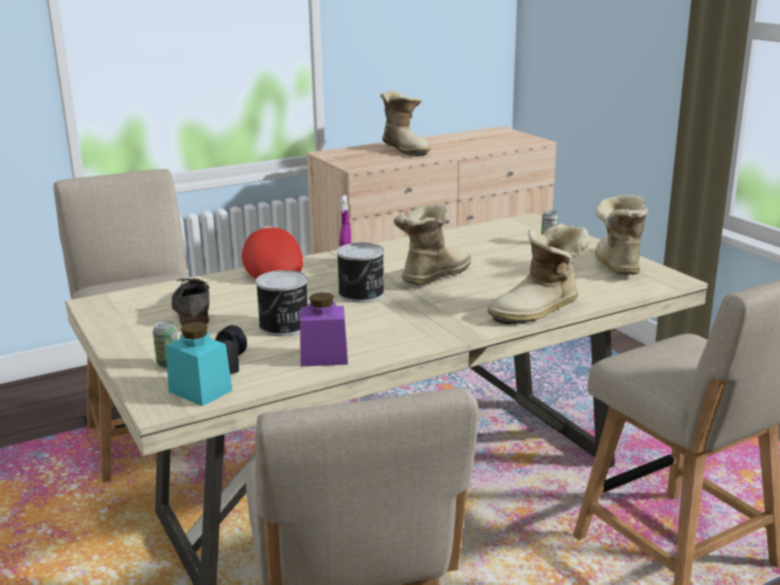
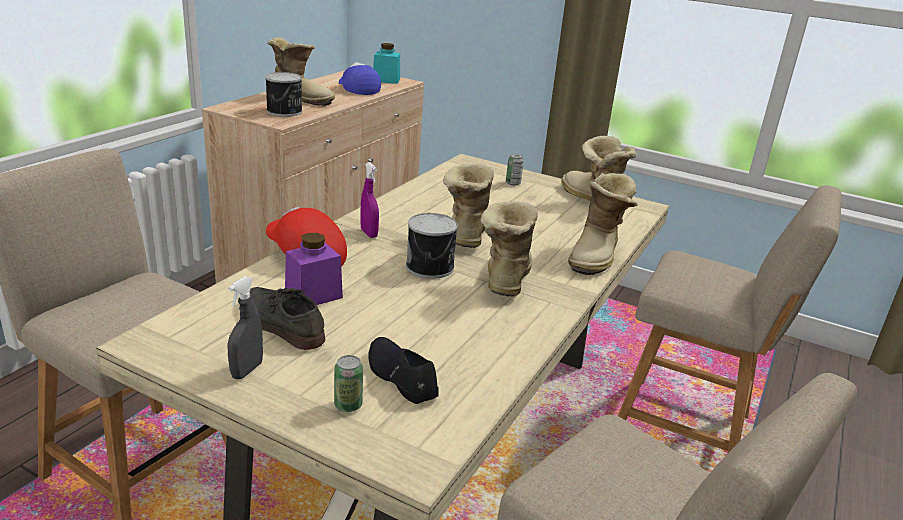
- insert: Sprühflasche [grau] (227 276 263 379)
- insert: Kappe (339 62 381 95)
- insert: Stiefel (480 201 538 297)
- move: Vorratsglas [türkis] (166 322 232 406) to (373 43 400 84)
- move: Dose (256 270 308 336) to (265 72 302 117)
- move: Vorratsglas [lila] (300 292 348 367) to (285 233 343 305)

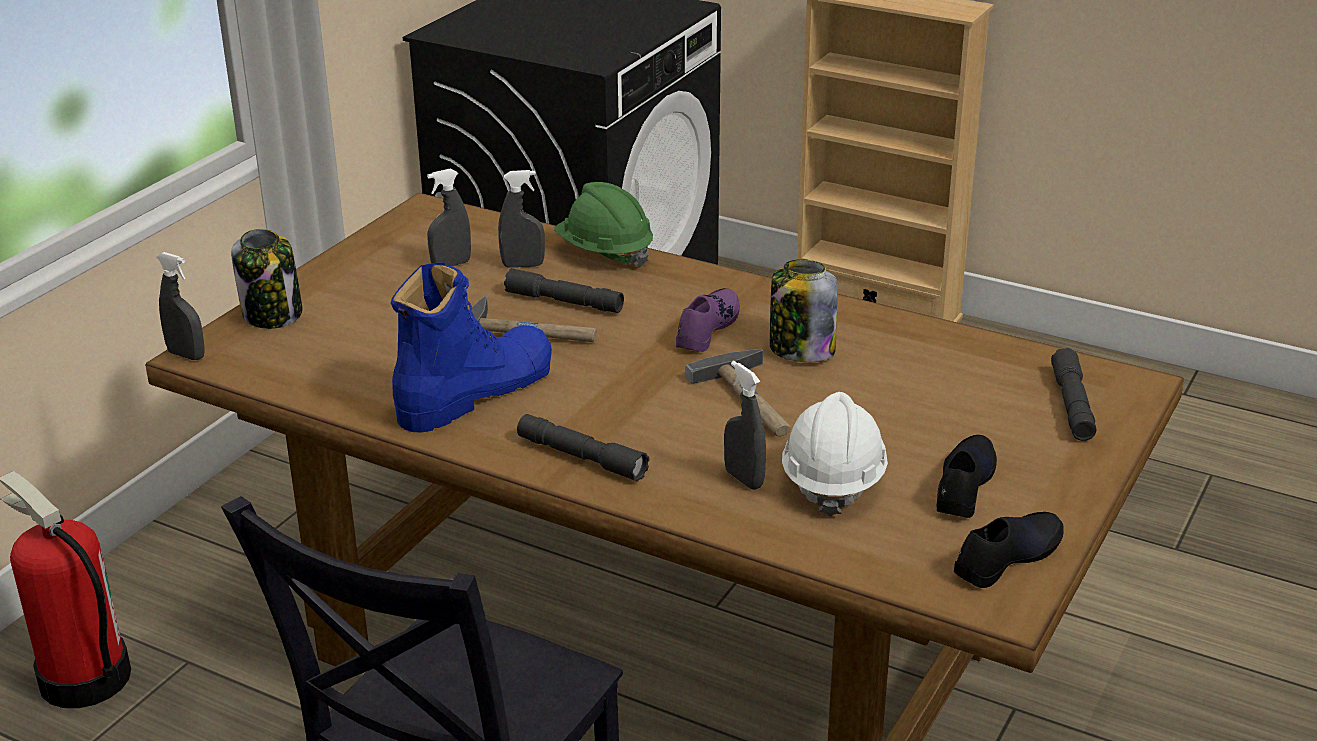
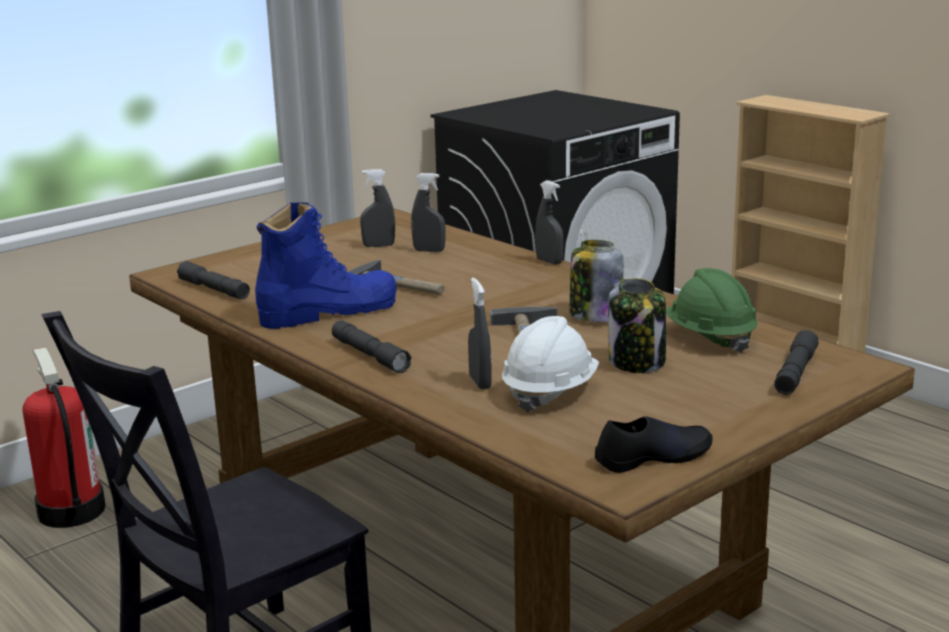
- delete: Schuh [lila] (676 288 740 352)
- delete: Schuh [schwarz] (937 435 997 518)
- move: Sprühflasche [grau] (157 252 205 360) to (535 181 564 264)
- move: Vorratsglas (231 229 302 329) to (608 278 666 373)
- move: Taschenlampe [grau] (504 268 624 313) to (177 261 250 299)
- move: Schutzhelm [grün] (554 182 653 267) to (666 268 758 353)

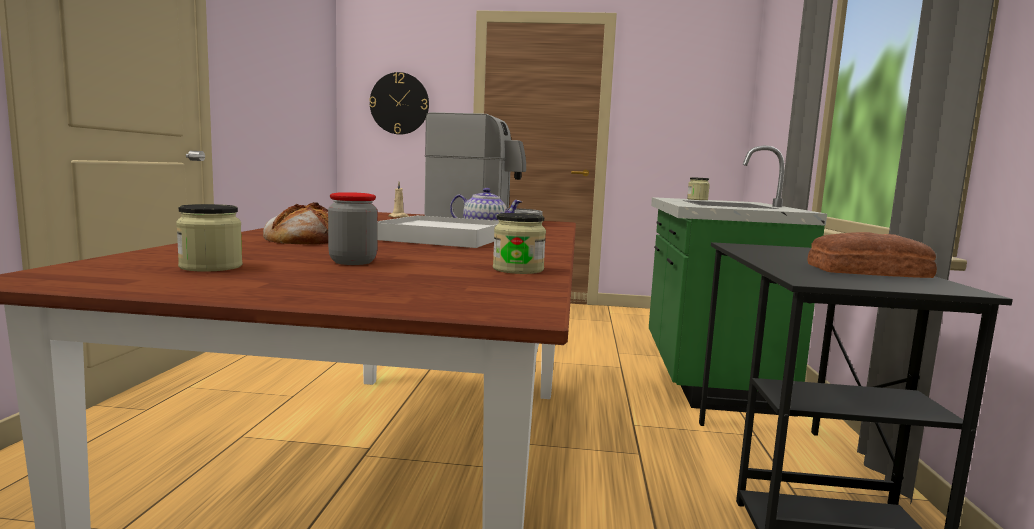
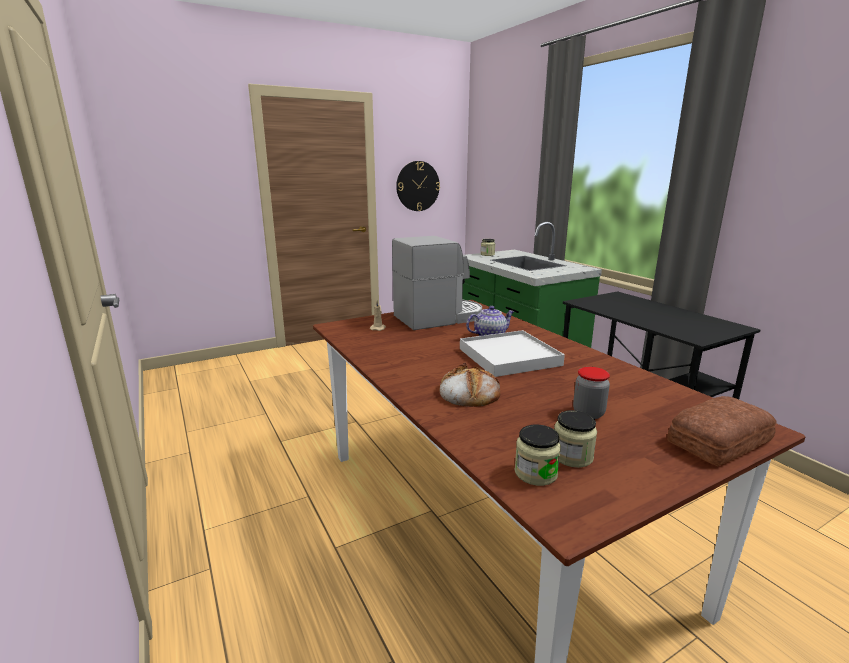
- move: Wanduhr (369 72 429 135) to (396 161 440 211)
- move: Vorratsglas (493 213 546 274) to (514 425 561 486)
- move: Brot (807 232 937 278) to (667 396 777 466)

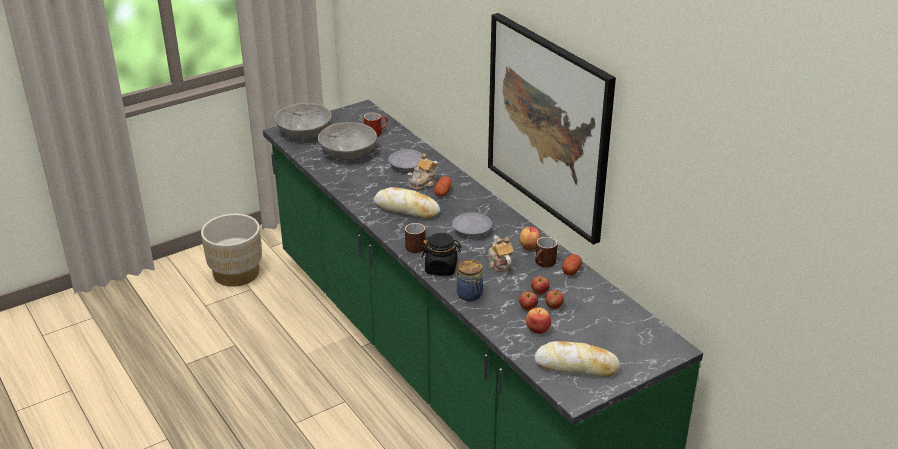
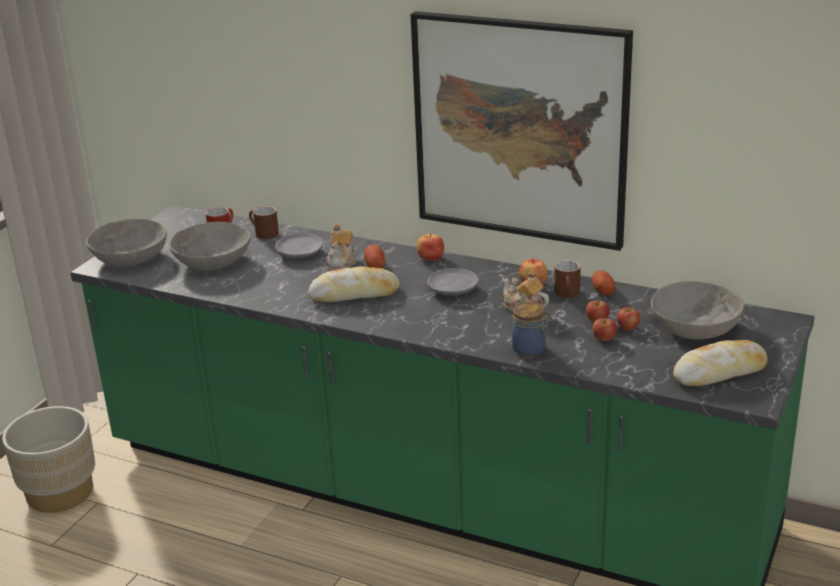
- delete: Vorratsglas [schwarz] (422 233 461 276)
- insert: Schüssel [grau] (651 281 744 340)
- move: Henkelbecher [braun] (405 223 426 253) to (249 206 279 239)
- move: Apfel (526 308 551 334) to (416 234 444 260)

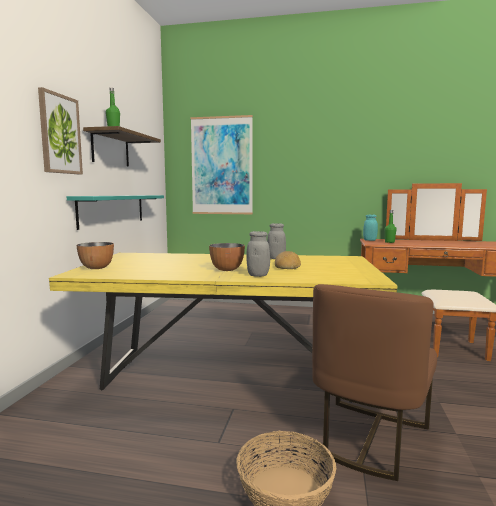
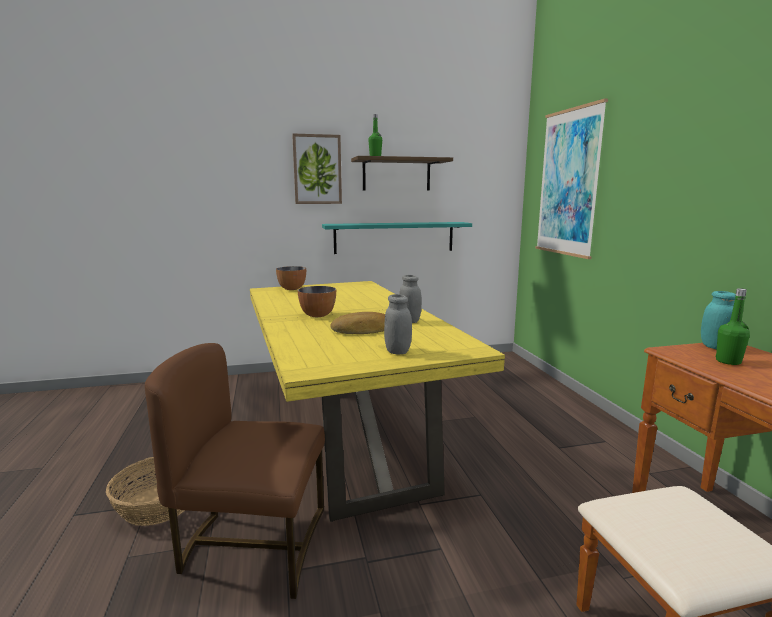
- move: Vorratsglas [grau] (246 231 270 277) to (384 294 412 355)

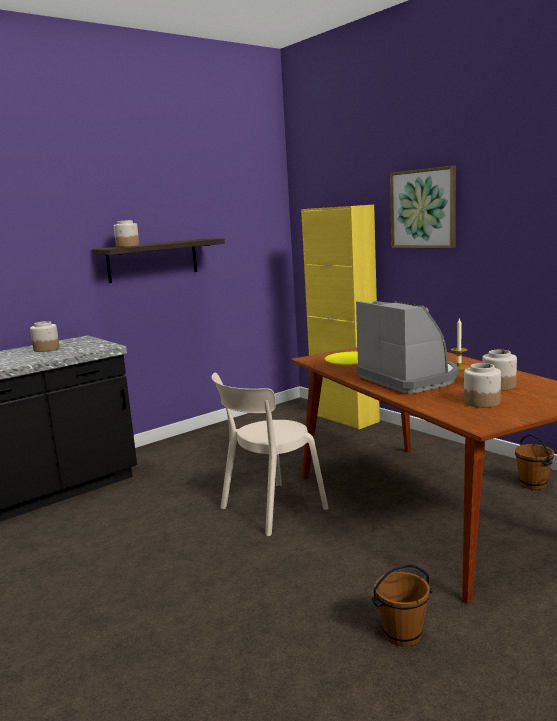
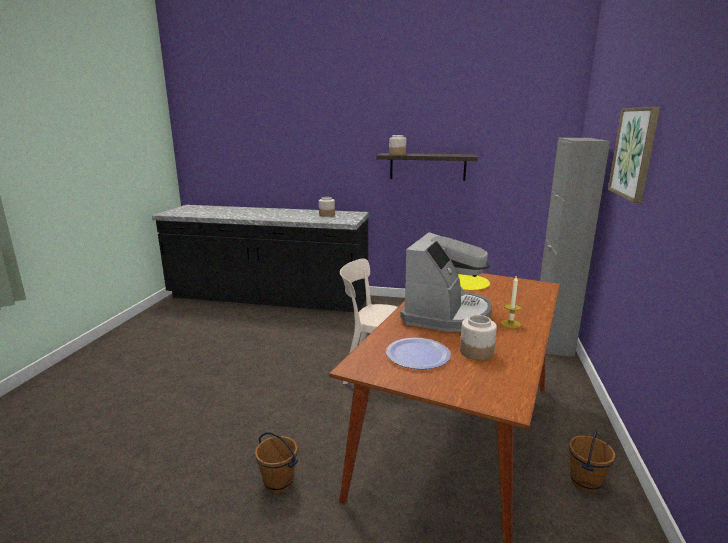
- replace: Vorratsglas (464 363 501 408) to Teller (386 338 451 369)
- recolor: Schrank [gelb] (301 205 380 430) to Schrank [grau] (540 138 610 357)

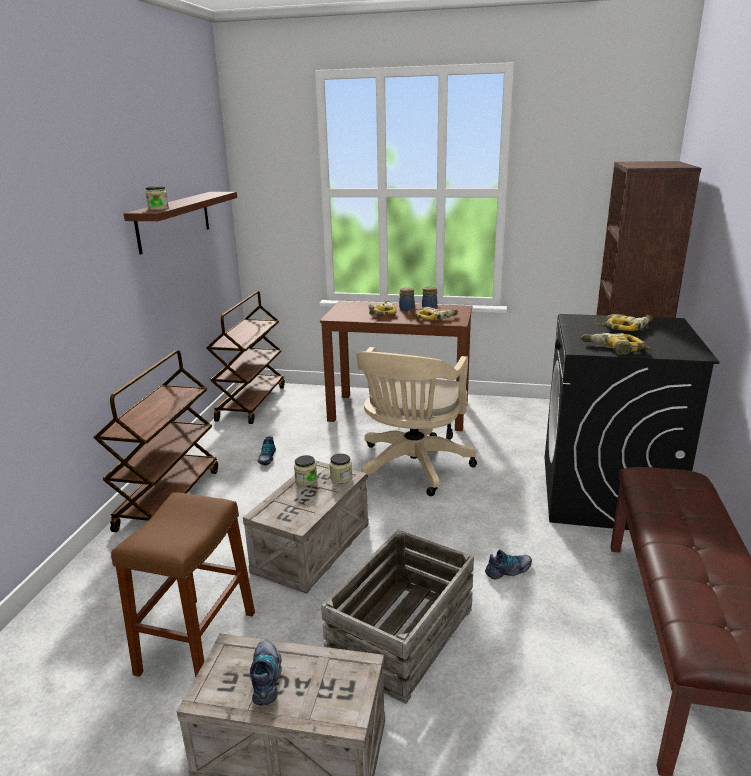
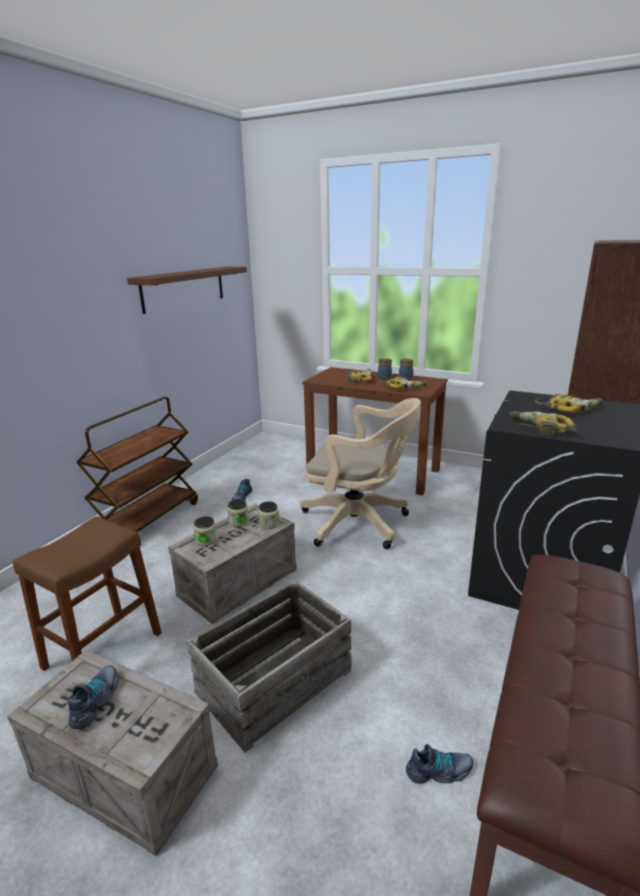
- delete: Rollwagen [braun] (206 291 285 424)
- move: Vorratsglas (146 186 169 210) to (194 516 217 546)
- move: Schuh (485 550 532 579) to (406 744 473 784)
- rotate: Bürostuhl [beige] (356 347 477 496) = (300 398 421 549) 105 degrees counterclockwise

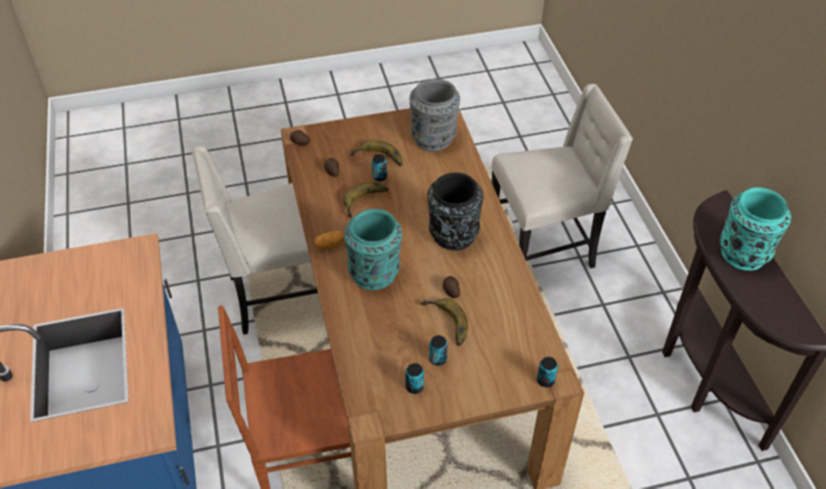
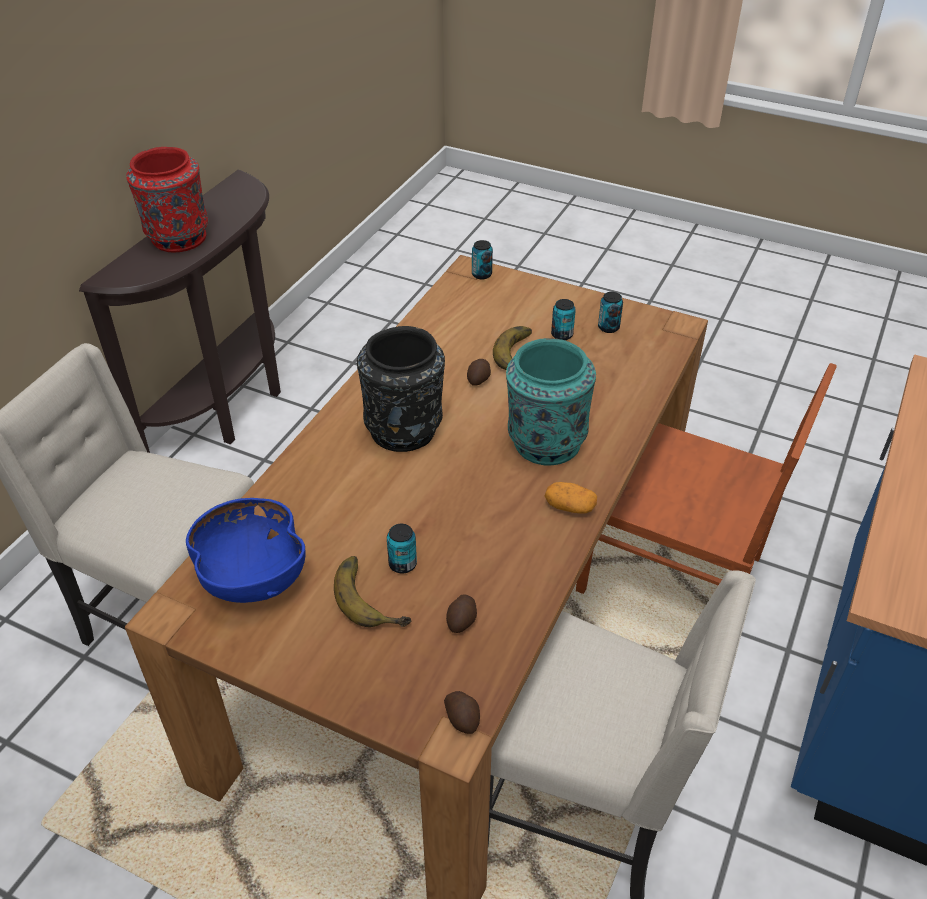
- delete: Banane (343 182 389 218)
- replace: Vase [grau] (410 79 460 151) to Schüssel [blau] (186 498 306 603)
- recolor: Vase [türkis] (720 187 791 271) to Vase [rot] (126 147 208 252)

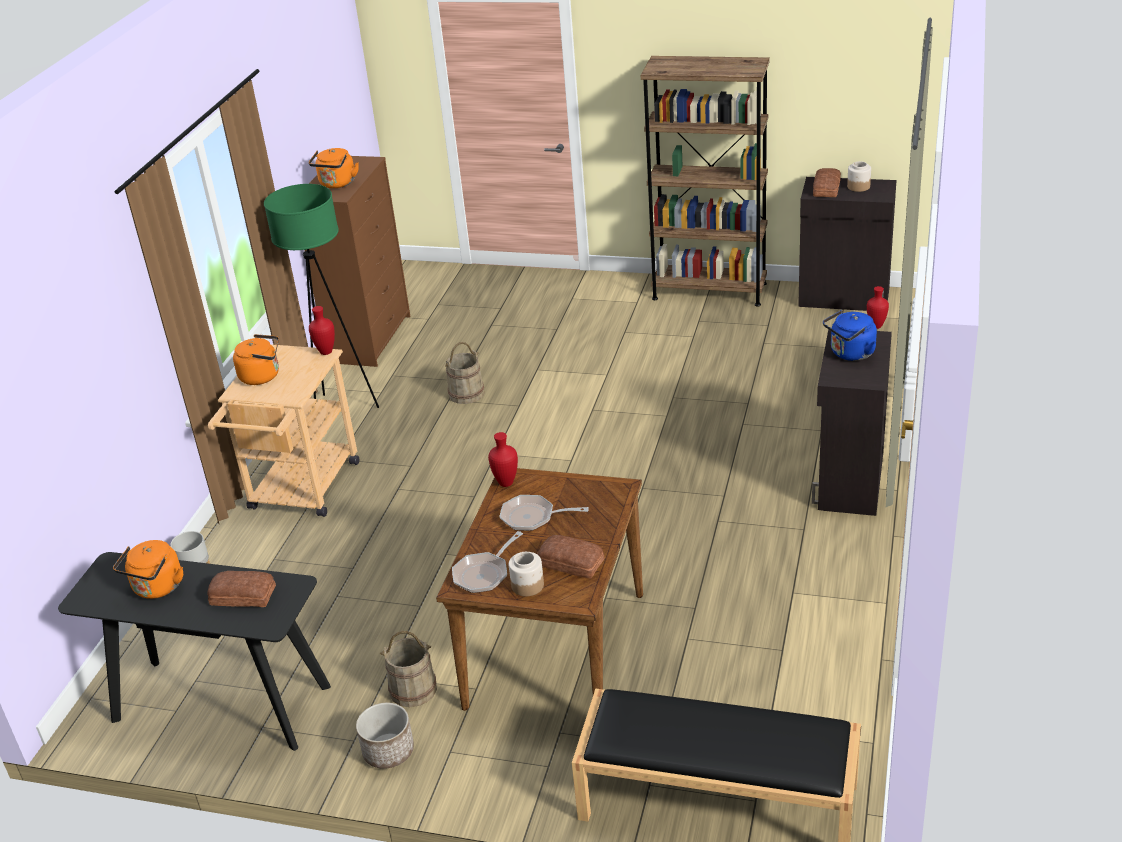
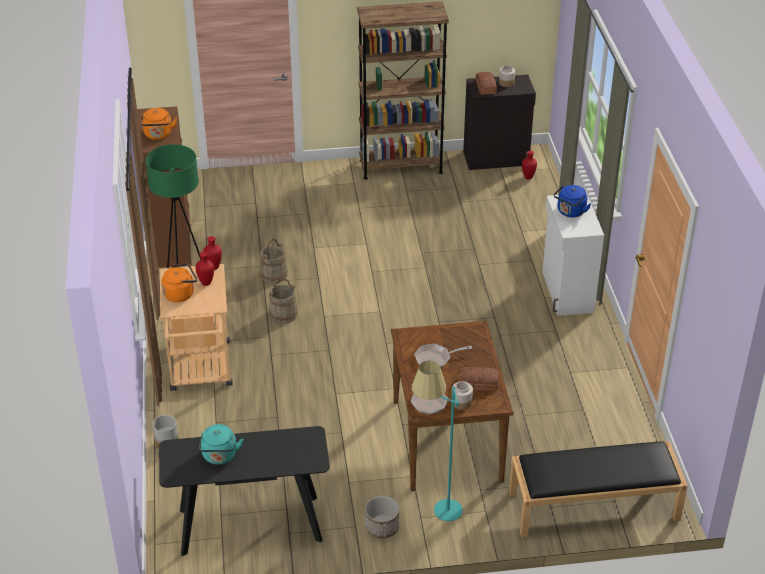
- delete: Brot (208 571 276 607)
- insert: Stehlampe [türkis] (412 361 463 521)
- move: Eimer [beige] (380 631 437 707) to (268 279 297 324)
- move: Vase [rot] (488 432 518 487) to (195 252 214 286)
- recolor: Wasserkessel [orange] (113 540 183 599) to Wasserkessel [türkis] (199 424 244 465)
- recolor: Schrank [schwarz] (812 329 892 516) to Schrank [weiß] (542 193 604 316)

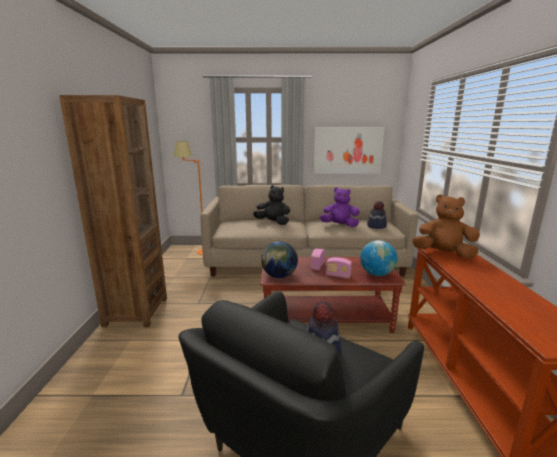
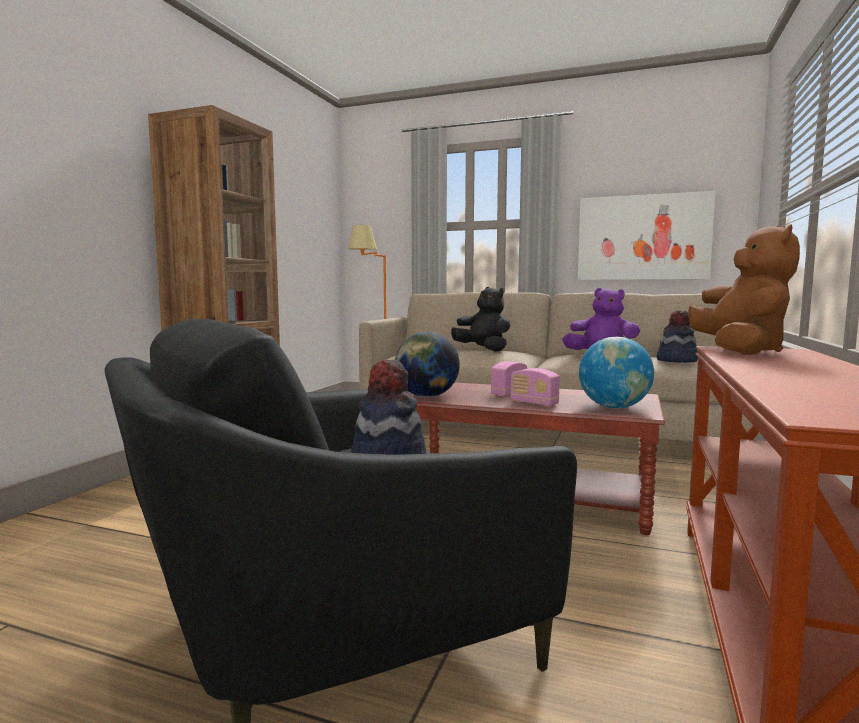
- rotate: Plüschtier [braun] (412 194 480 259) = (688 224 800 355) 60 degrees clockwise

